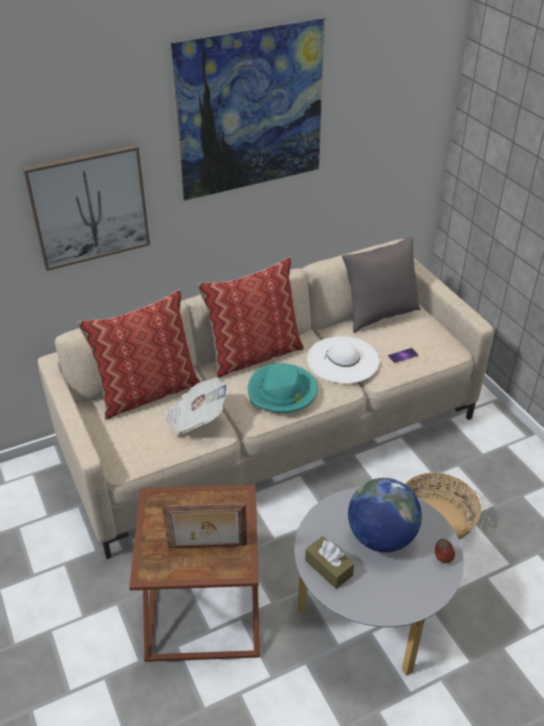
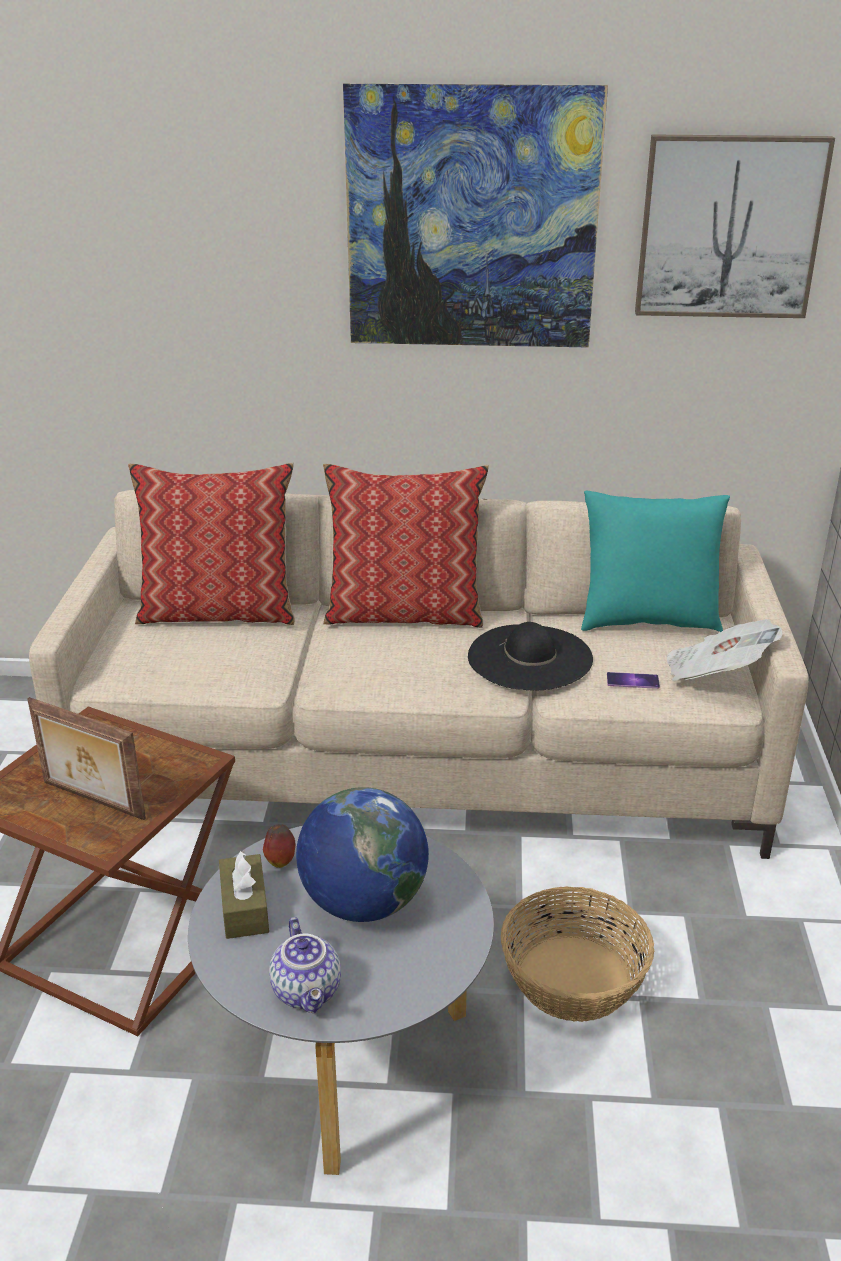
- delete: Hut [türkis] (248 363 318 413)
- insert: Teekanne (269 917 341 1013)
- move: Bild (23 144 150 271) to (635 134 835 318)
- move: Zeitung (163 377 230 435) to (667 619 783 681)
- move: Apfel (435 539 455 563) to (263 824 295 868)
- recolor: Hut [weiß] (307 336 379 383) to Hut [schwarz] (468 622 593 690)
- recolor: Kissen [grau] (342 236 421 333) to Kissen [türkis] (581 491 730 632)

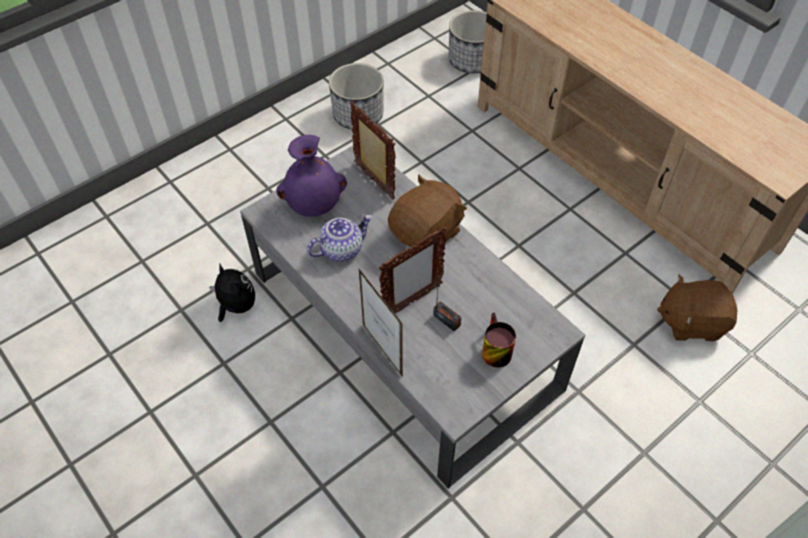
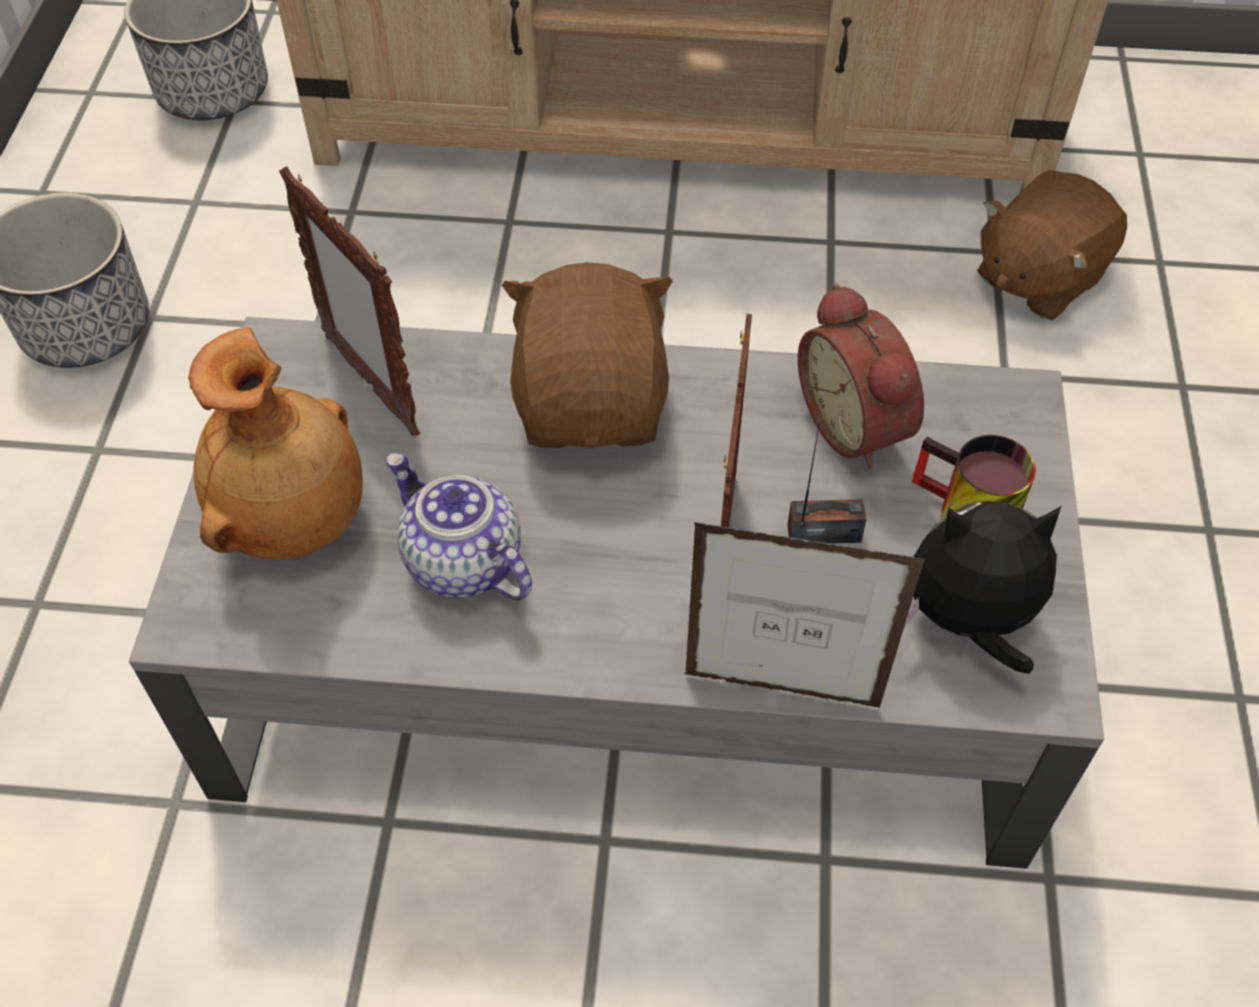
- insert: Wecker (798 283 924 469)
- move: Plüschtier (209 264 255 322) to (904 501 1061 674)
- recolor: Vase [lila] (277 135 347 216) to Vase [braun] (188 328 363 560)
- rotate: Teekanne (307 215 373 262) = (386 453 532 600) 60 degrees counterclockwise
- rotate: Bilderrahmen (350 101 396 200) = (279 166 420 436) 135 degrees counterclockwise

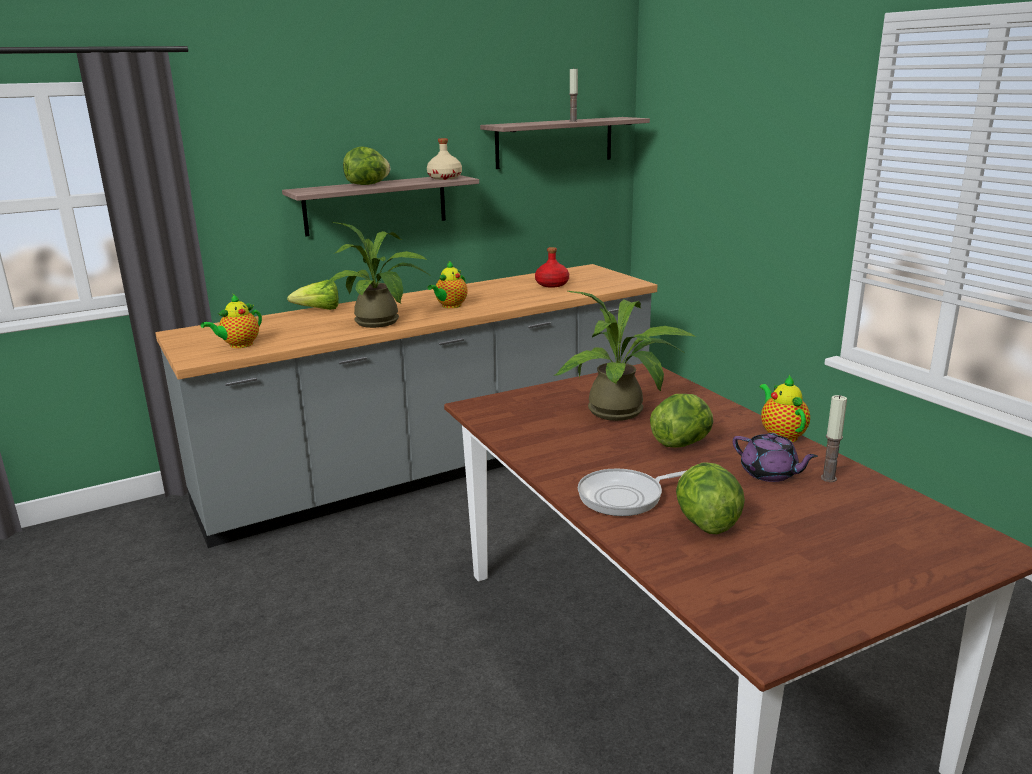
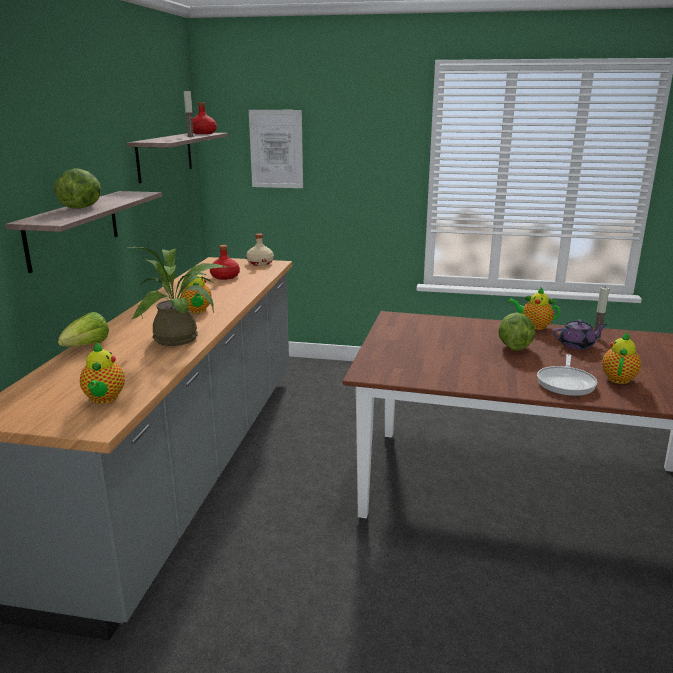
- delete: Topfpflanze (554 291 696 421)
- insert: Flasche [rot] (192 102 217 134)
- insert: Bild (249 110 303 188)
- move: Flasche [beige] (427 138 462 180) to (246 234 274 266)
- replace: Salatkopf (676 462 745 534) to Teekanne (602 331 641 384)

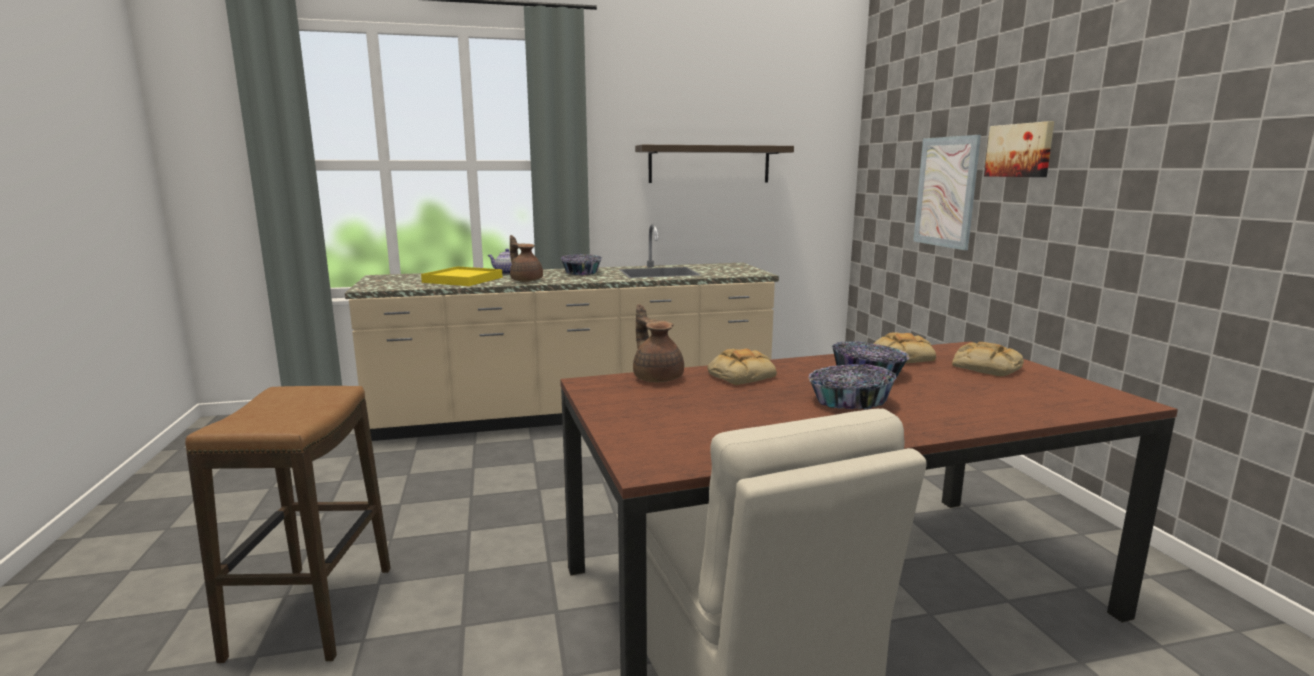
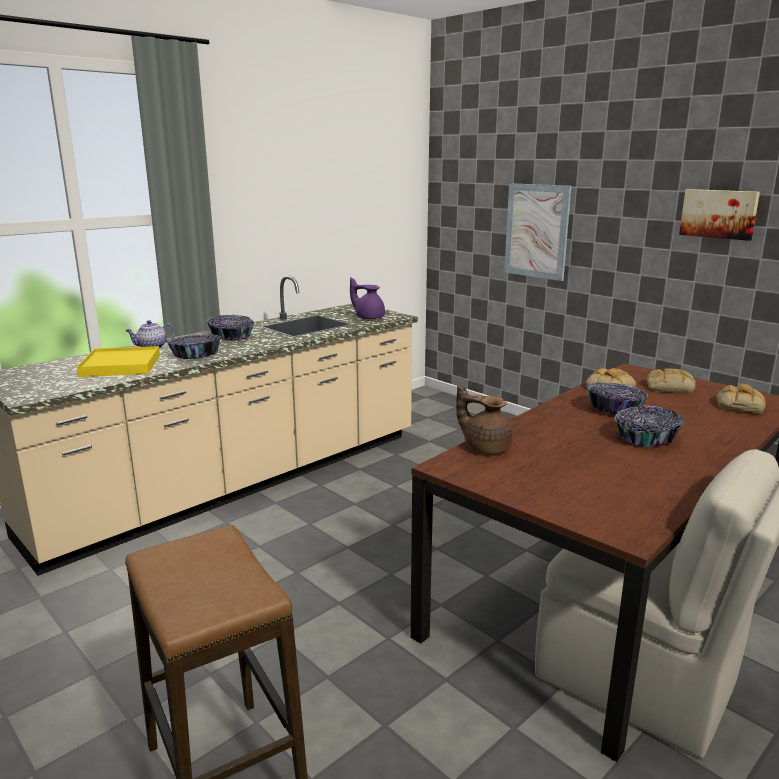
- delete: Wandregal (635 145 794 183)
- insert: Teekanne [lila] (350 277 385 319)
- move: Brot (708 349 777 385) to (716 383 766 414)
- move: Bild (984 121 1054 177) to (679 189 760 241)
- replace: Teekanne [braun] (510 235 543 282) to Schüssel (167 334 222 359)

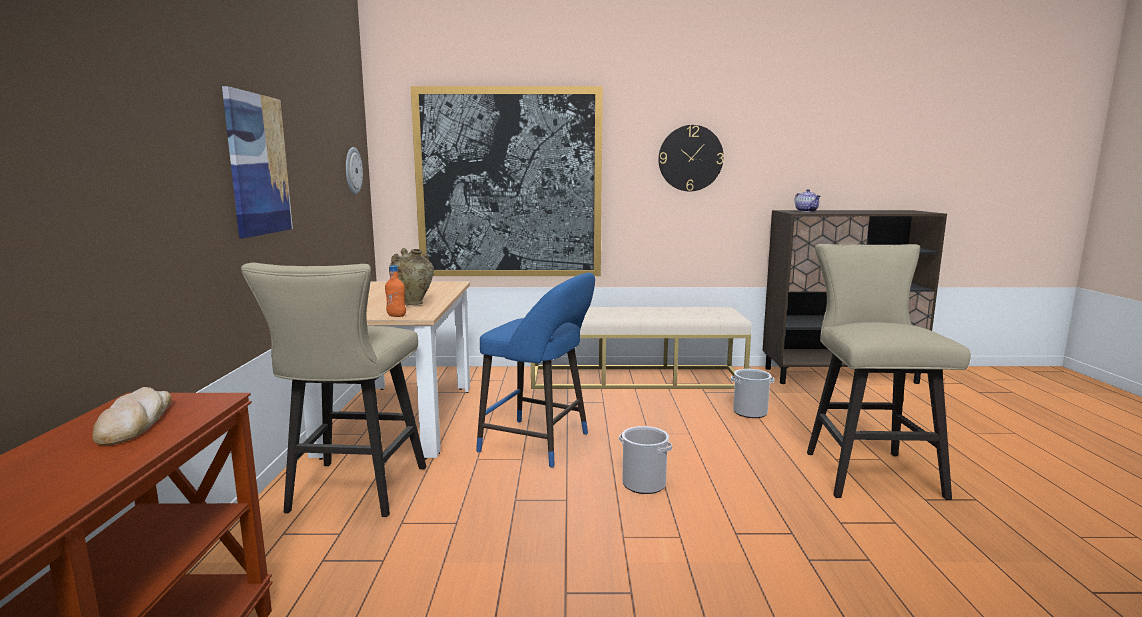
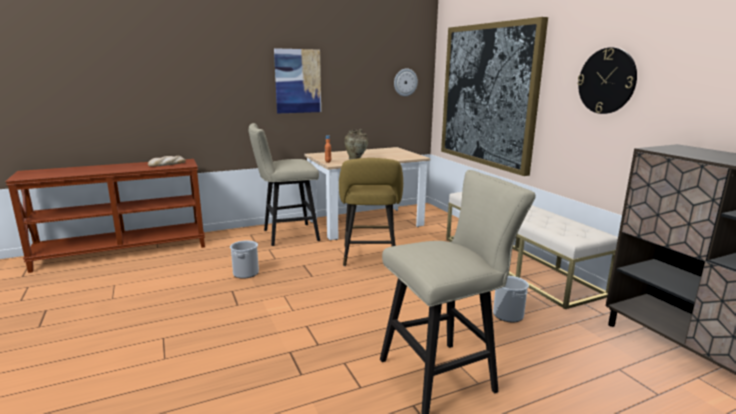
- delete: Teekanne (794 189 821 212)
- move: Eimer (619 426 672 494) to (230 240 259 279)
- recolor: Hocker [blau] (476 273 595 468) to Hocker [gelb] (339 158 403 266)

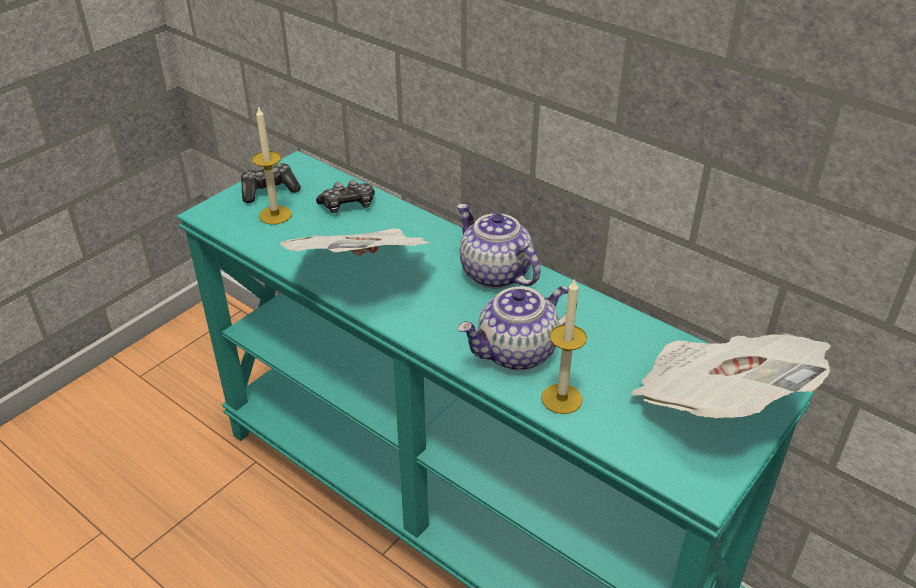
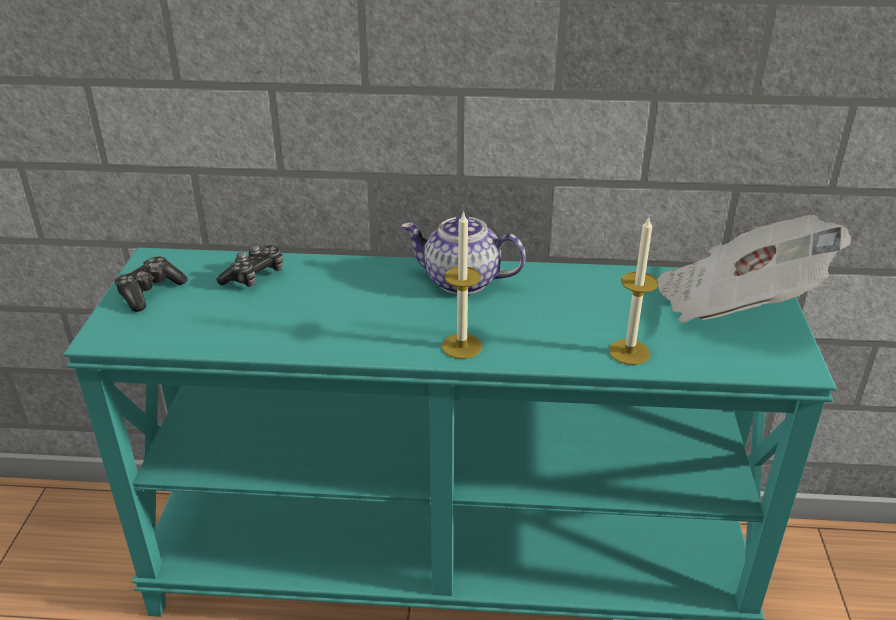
- delete: Zeitung (280 229 433 256)
- delete: Teekanne (457 286 577 370)
- move: Kerze (252 106 292 225) to (442 210 482 359)

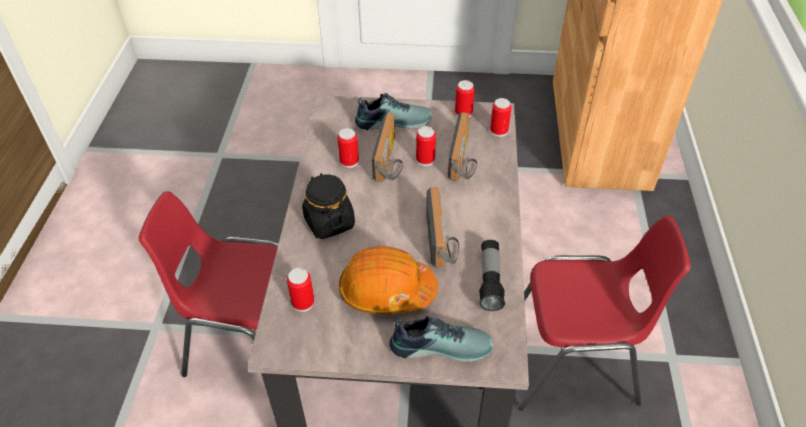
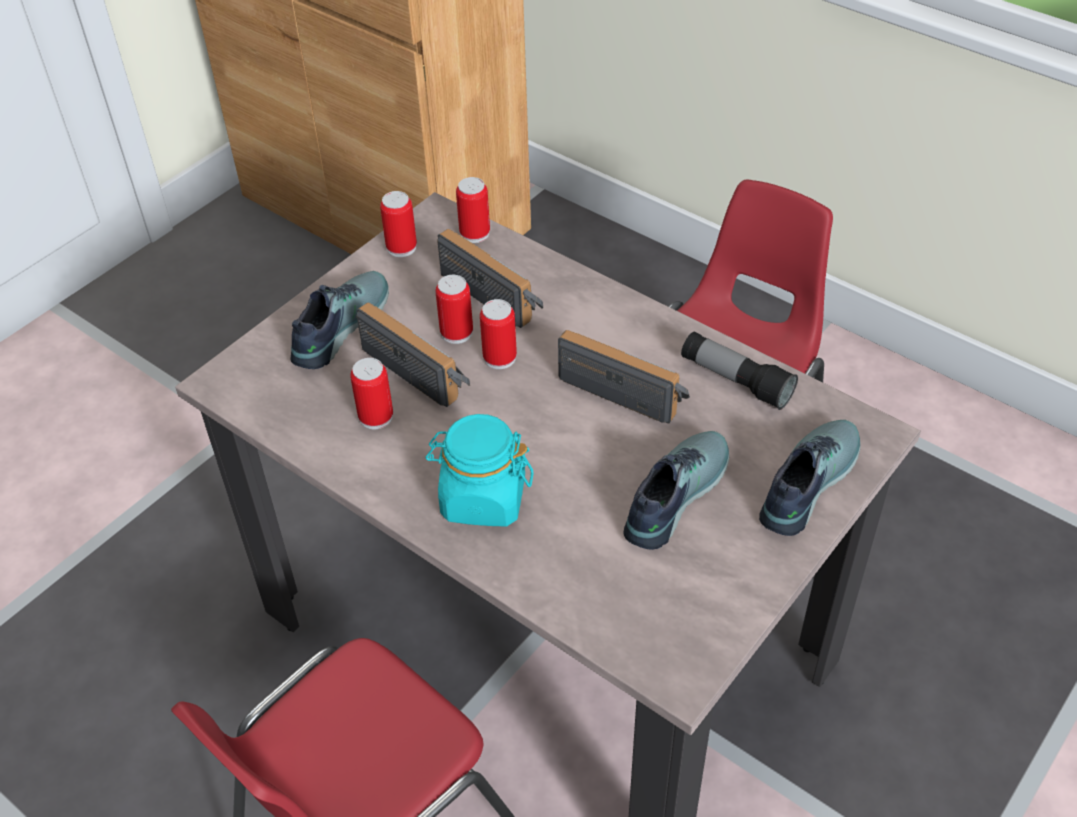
- move: Dose (287 268 314 312) to (480 299 517 369)
- replace: Schutzhelm [orange] (339 246 438 315) to Schuh (623 431 729 550)
- recolor: Vorratsglas [schwarz] (302 173 355 239) to Vorratsglas [türkis] (425 414 534 526)

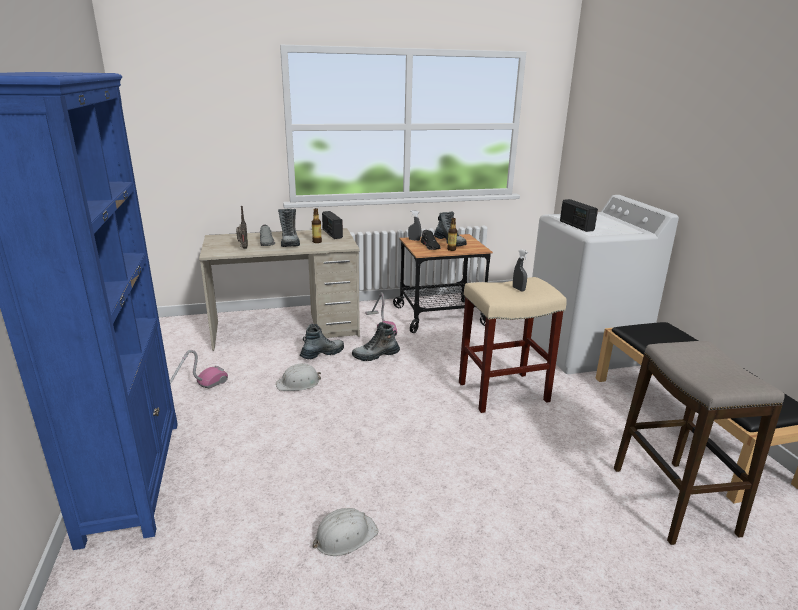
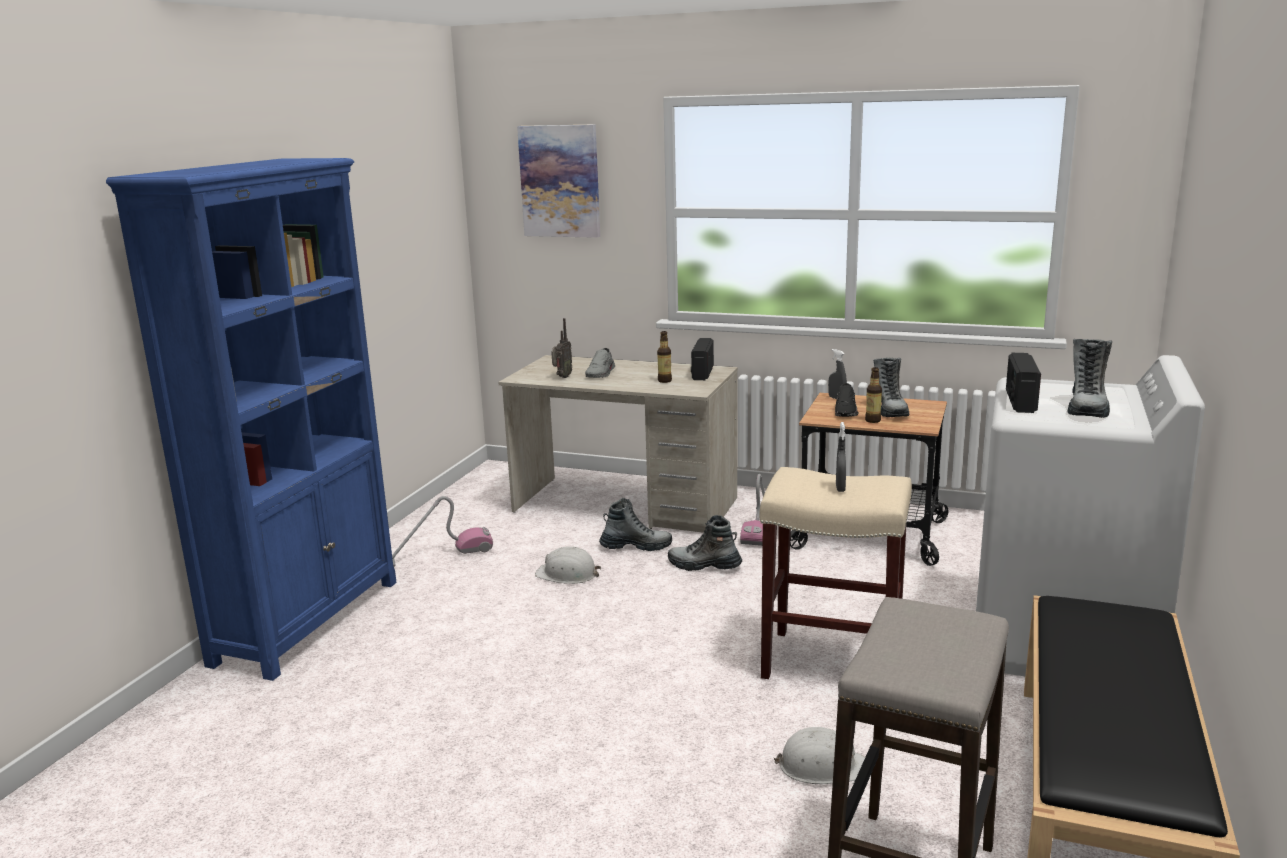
- insert: Bild (517 124 600 238)
- move: Stiefel (278 209 300 247) to (1068 339 1112 418)
- move: Schutzhelm [weiß] (313 508 378 556) to (774 727 865 784)

